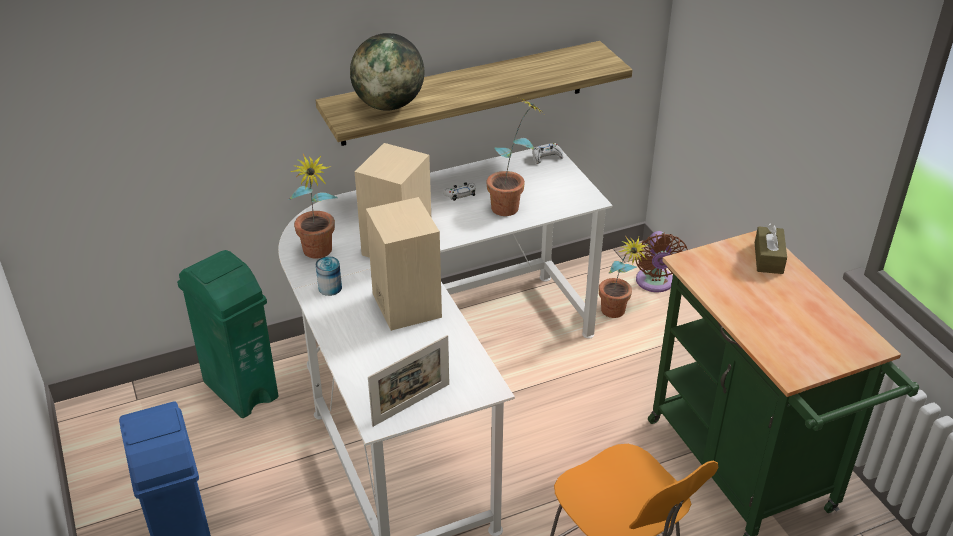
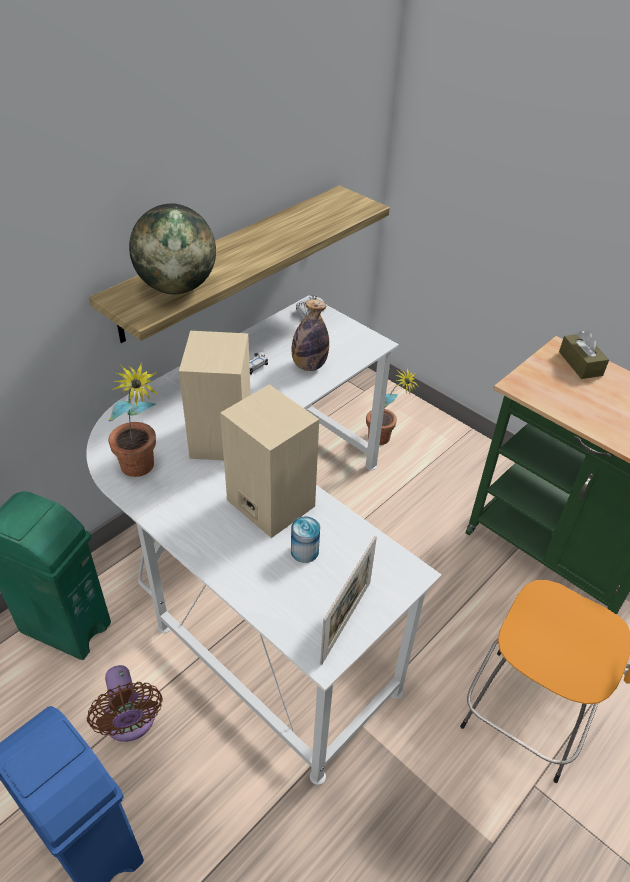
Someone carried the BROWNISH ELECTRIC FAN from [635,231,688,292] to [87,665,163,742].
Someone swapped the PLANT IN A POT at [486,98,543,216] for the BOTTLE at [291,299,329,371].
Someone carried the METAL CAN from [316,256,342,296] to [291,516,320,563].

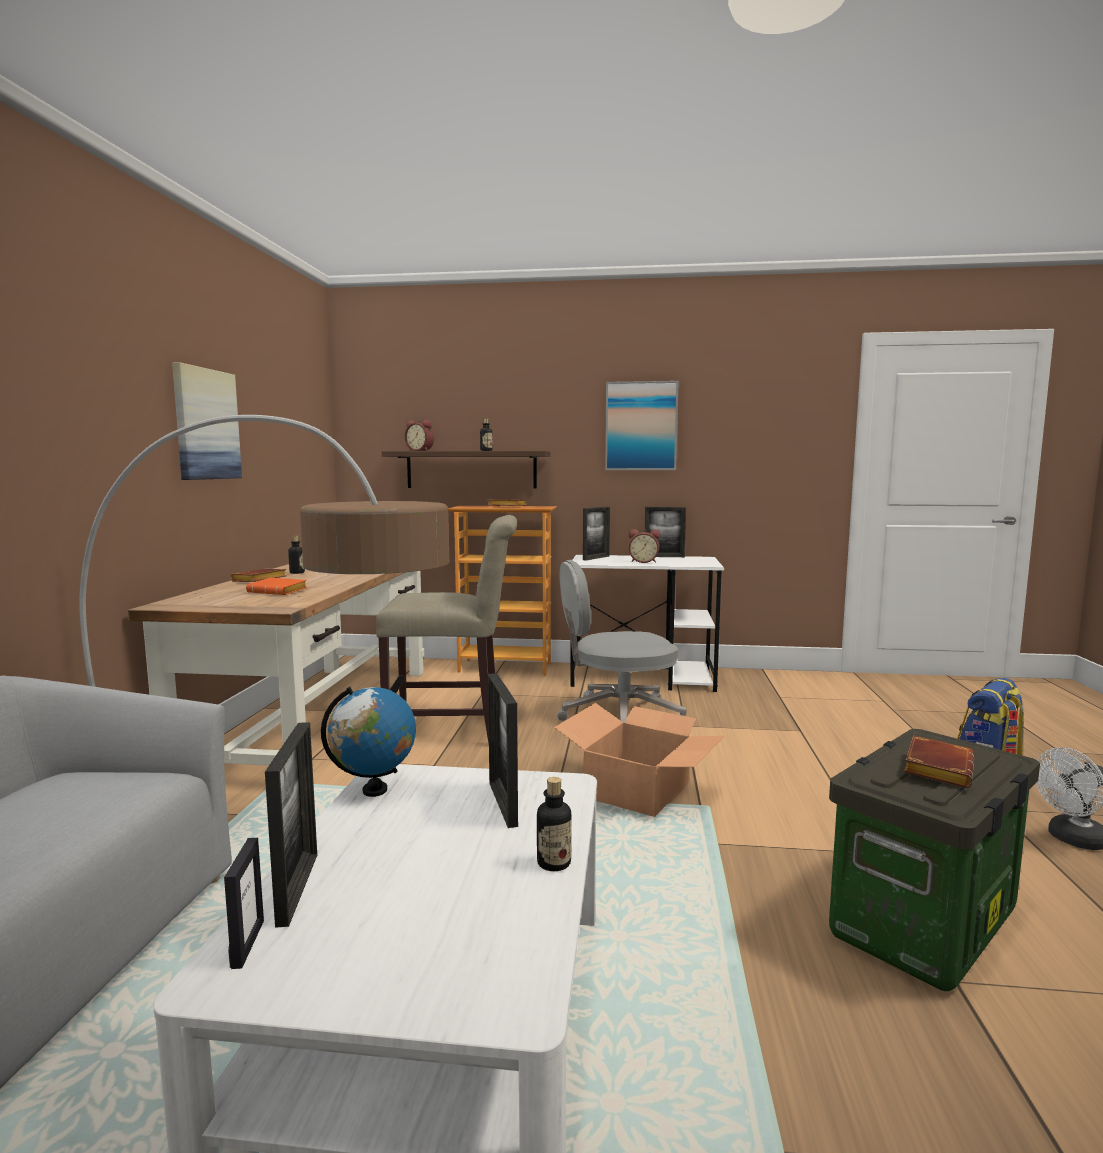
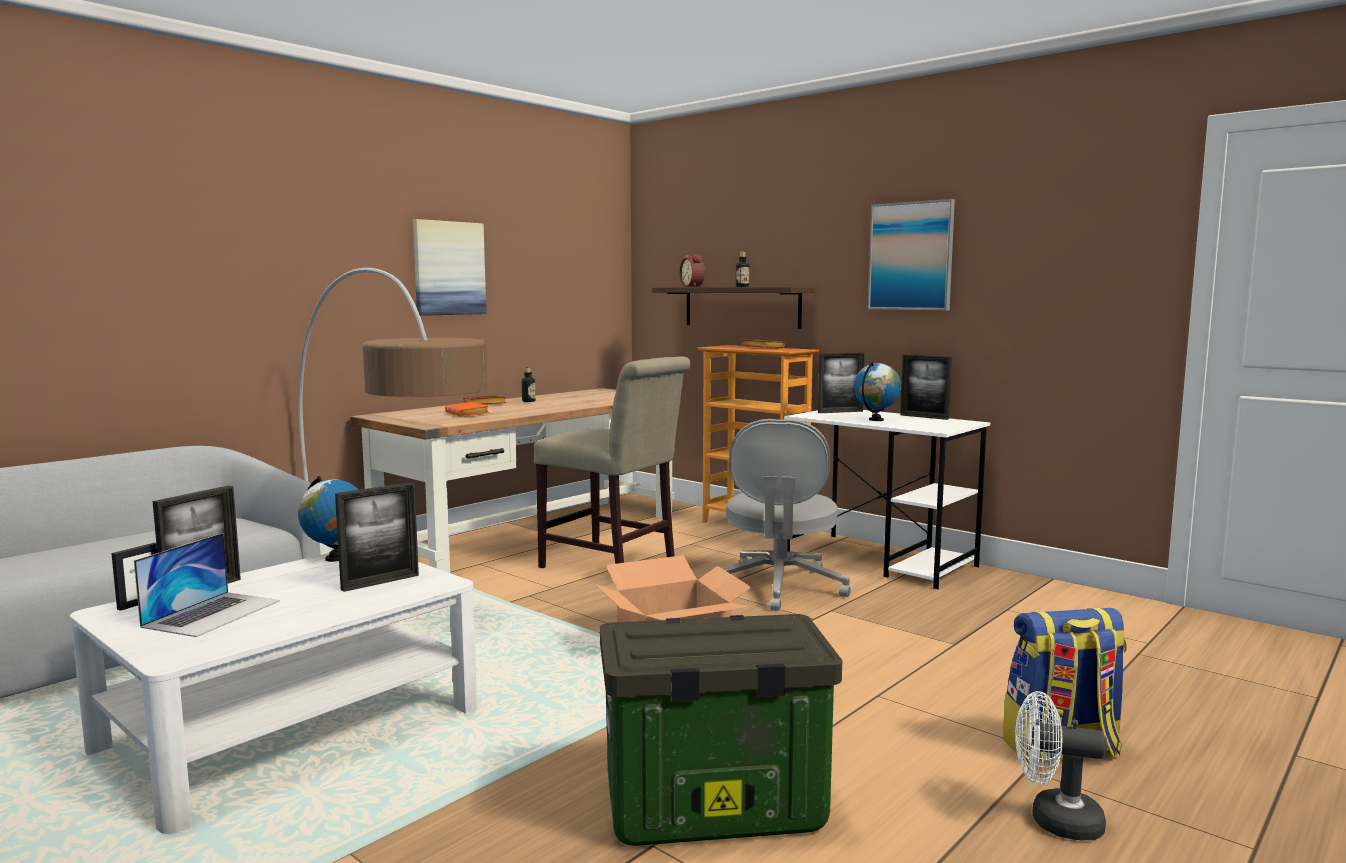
Someone put down the LAPTOP at [134,533,280,637].
Someone rotated the STANDING FRAME at [488,673,518,828] by 150 degrees counterclockwise.
Someone rotated the GREY COMPUTER CHAIR at [557,560,686,723] by 105 degrees counterclockwise.
Someone swapped the ALARM CLOCK at [629,529,660,563] for the GLOBE at [854,362,901,421].
Someone took away the BOTTLE at [537,777,572,871].
Someone took away the BROWNISH VOLUME at [904,735,974,788].

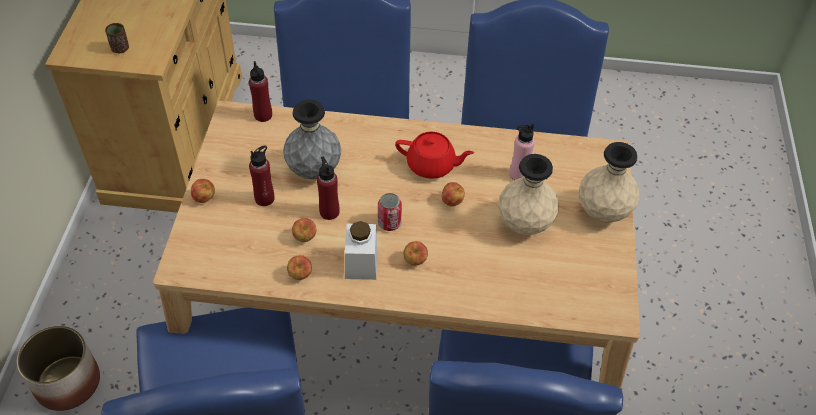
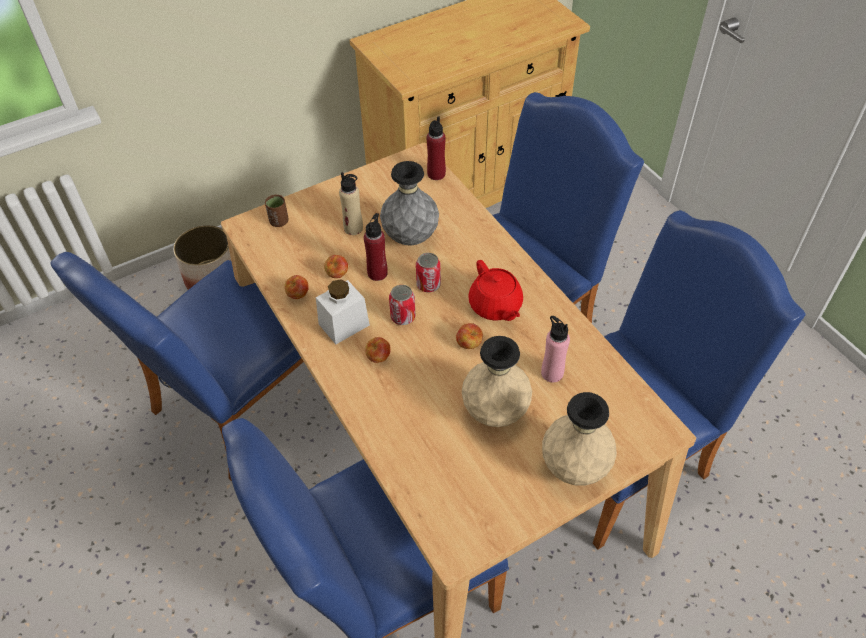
Someone carried the BROWNISH DRINKING CUP from [105,23,129,53] to [265,195,288,227].
Someone repainted the RED BOTTLE at [249,145,274,206], which became the SAND-COLOURED BOTTLE at [339,172,363,235].
Someone put down the METAL CAN at [416,253,441,292].
Someone took away the APPLE at [191,179,215,203].

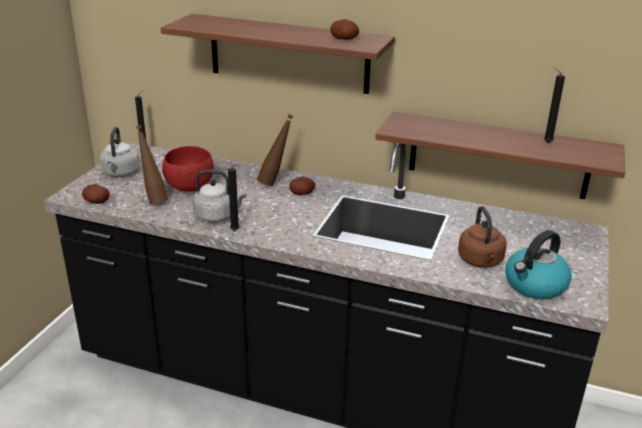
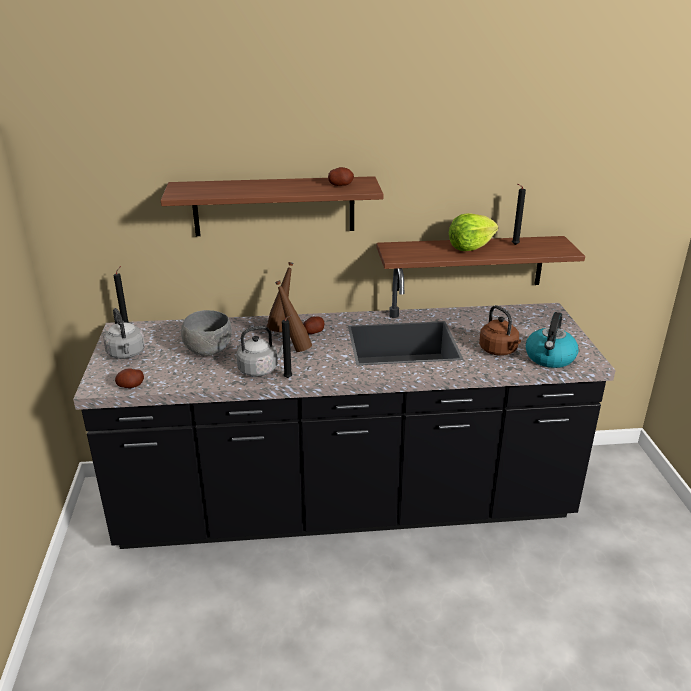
Someone repainted the RED BOWL at [162,146,214,192], which became the GREY BOWL at [181,310,232,356].
Someone carried the BROWNISH BOTTLE from [136,125,168,204] to [275,280,312,352].
Someone put down the HEAD OF LETTUCE at [449,213,498,251].

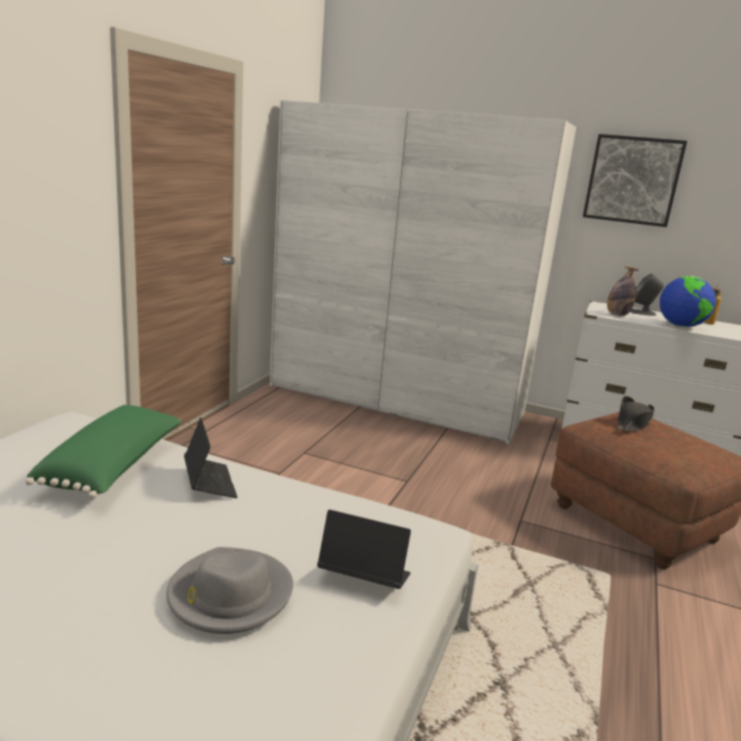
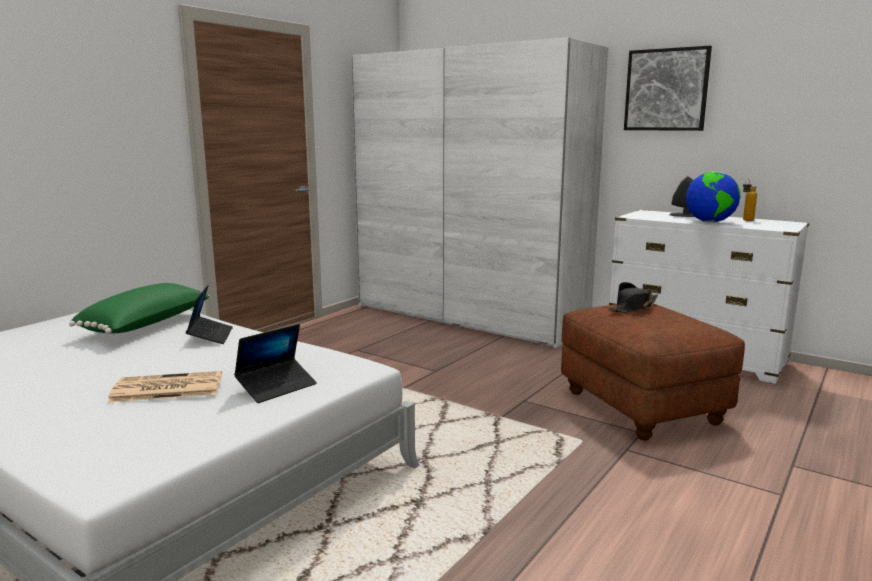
Someone swapped the GREY HAT at [166,547,293,634] for the PRINTED PAPER at [108,371,222,403].
Someone rotated the LAPTOP at [317,510,411,589] by 105 degrees clockwise.
Someone took away the BOTTLE at [607,266,639,316].

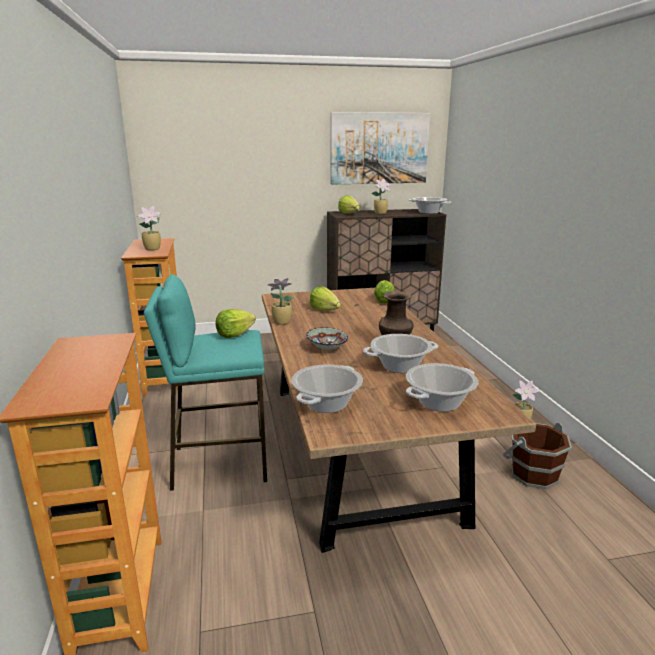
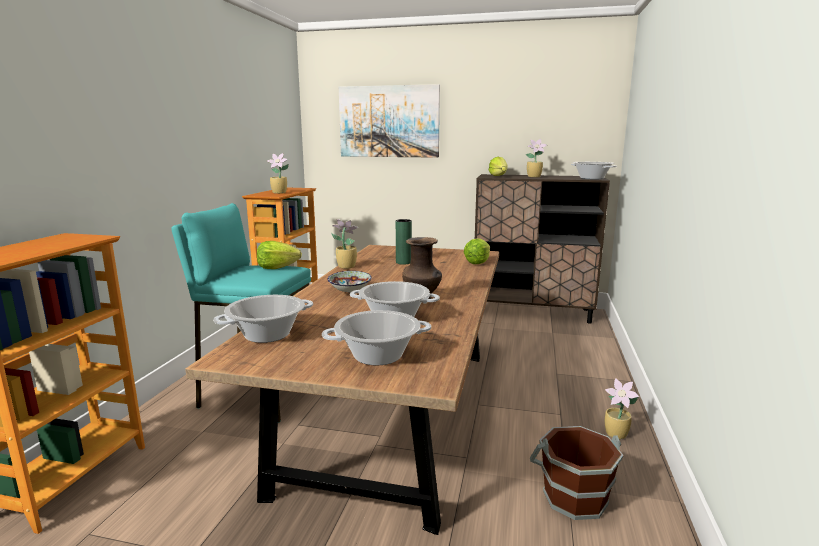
Someone carried the WALL PICTURE from [330,112,430,184] to [339,84,440,158].
Someone swapped the HEAD OF LETTUCE at [310,287,341,311] for the GREEN-COLOURED FLOWER VASE at [396,219,412,265].

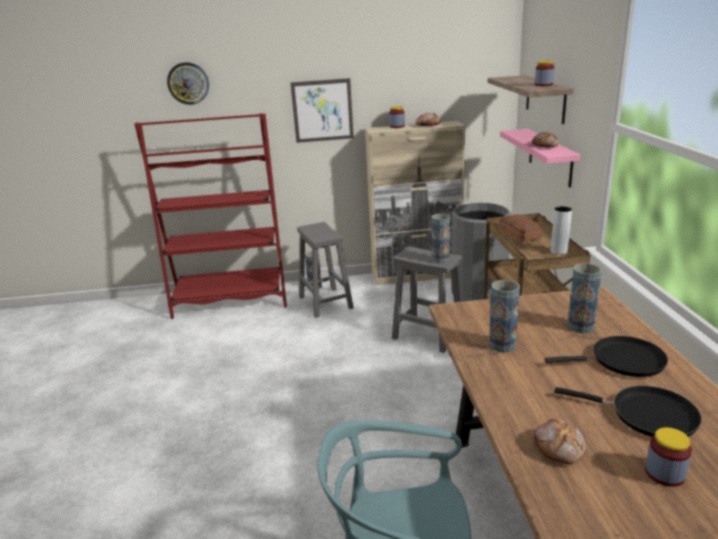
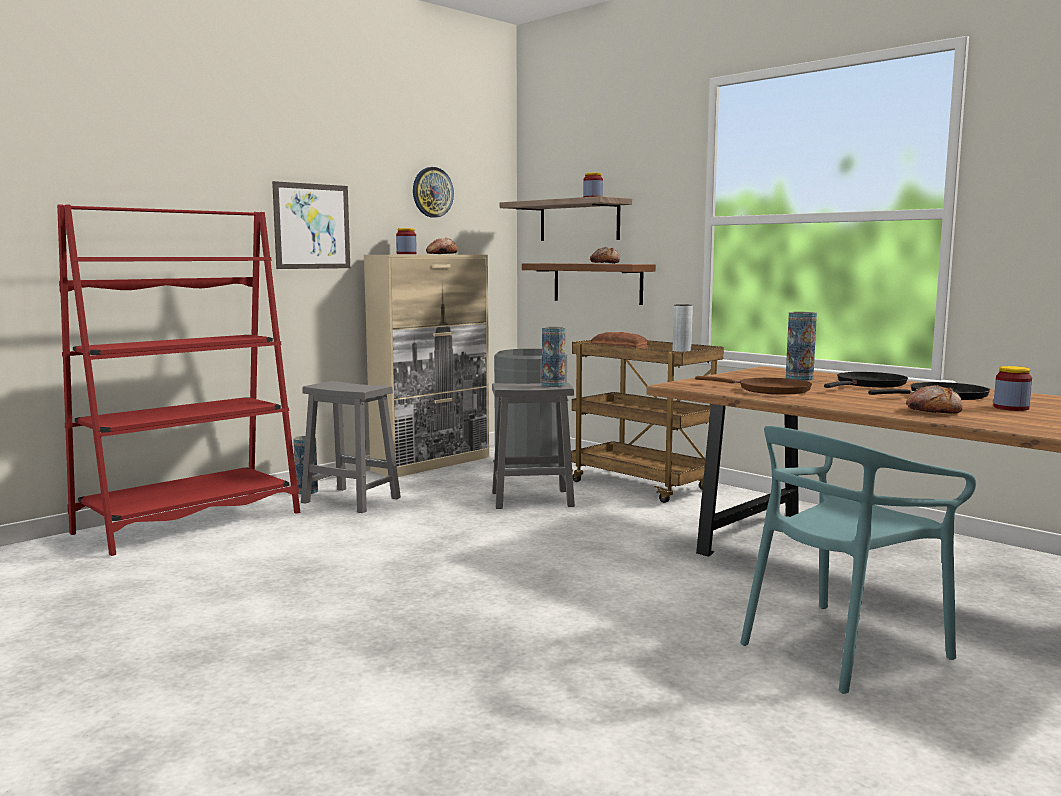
Someone carried the CLOCK ON THE WALL from [167,62,209,105] to [413,167,454,218].
Someone repainted the PINKISH SHELF at [500,129,581,187], which became the BROWNISH SHELF at [522,263,656,305].
Someone swapped the FLOWER VASE at [489,280,520,352] for the BROWNISH FRYING PAN at [695,376,812,394].

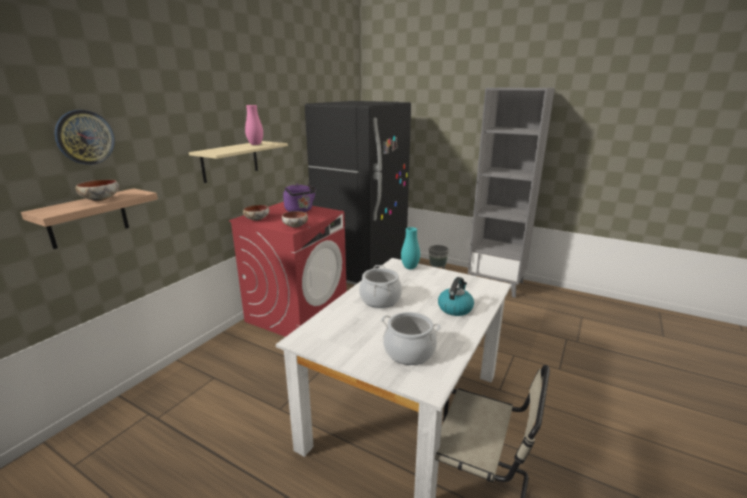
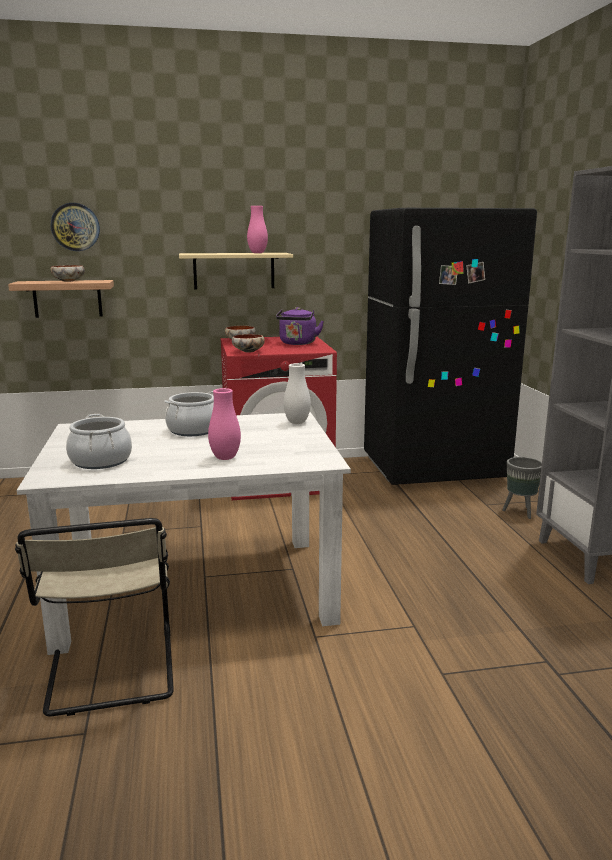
Someone swapped the KETTLE at [438,277,474,316] for the PINKISH FLOWER VASE at [208,388,241,460].
Someone repainted the TURQUOISE-COLOURED FLOWER VASE at [401,227,420,269], which became the WHITE-COLOURED FLOWER VASE at [283,363,311,424].

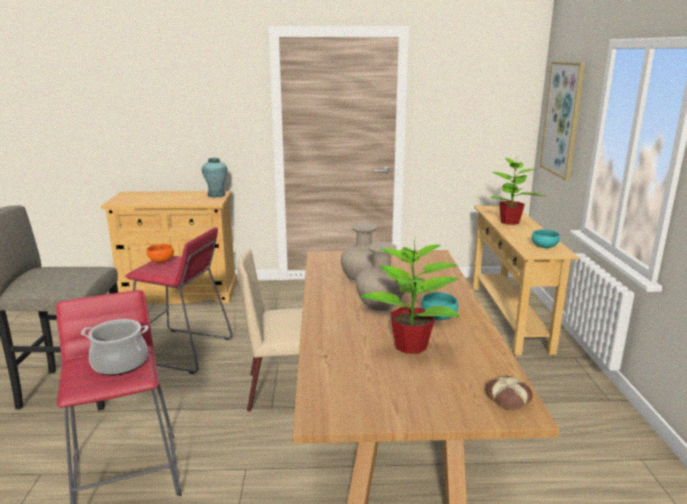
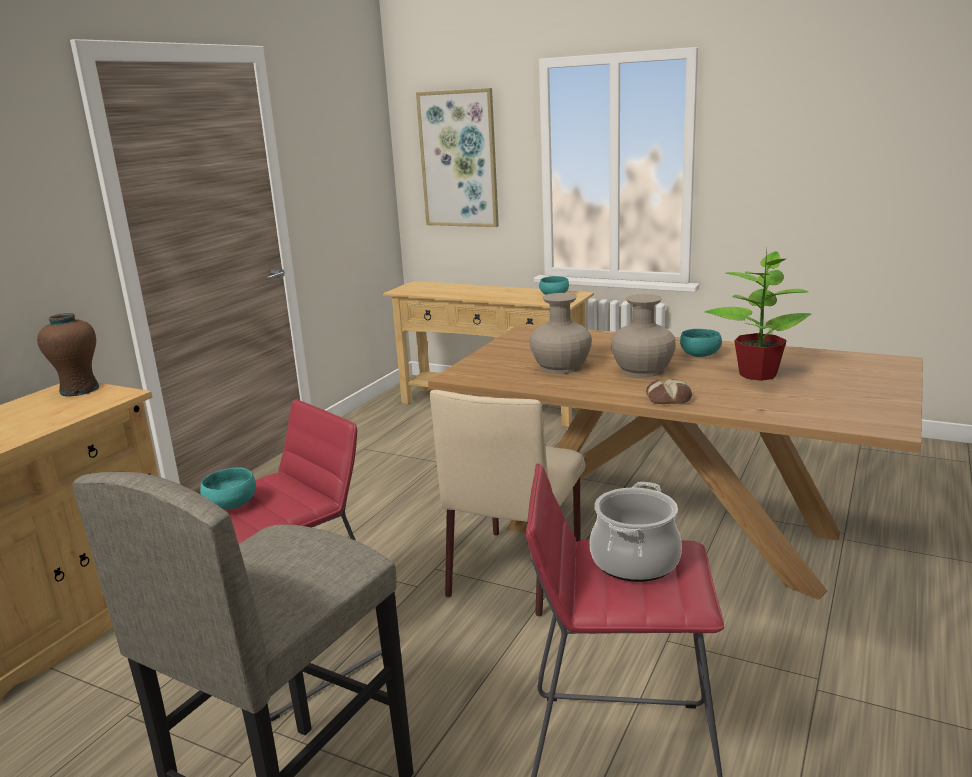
Someone repainted the TURQUOISE-COLOURED FLOWER VASE at [202,158,228,198], which became the BROWNISH FLOWER VASE at [37,313,99,397].
Someone repainted the ORANGEY BOWL at [147,244,174,263], which became the TURQUOISE-COLOURED BOWL at [200,468,256,509].
Someone carried the BREAD from [485,376,533,410] to [646,379,692,404].
Someone took away the PLANT IN A POT at [491,158,546,225].

